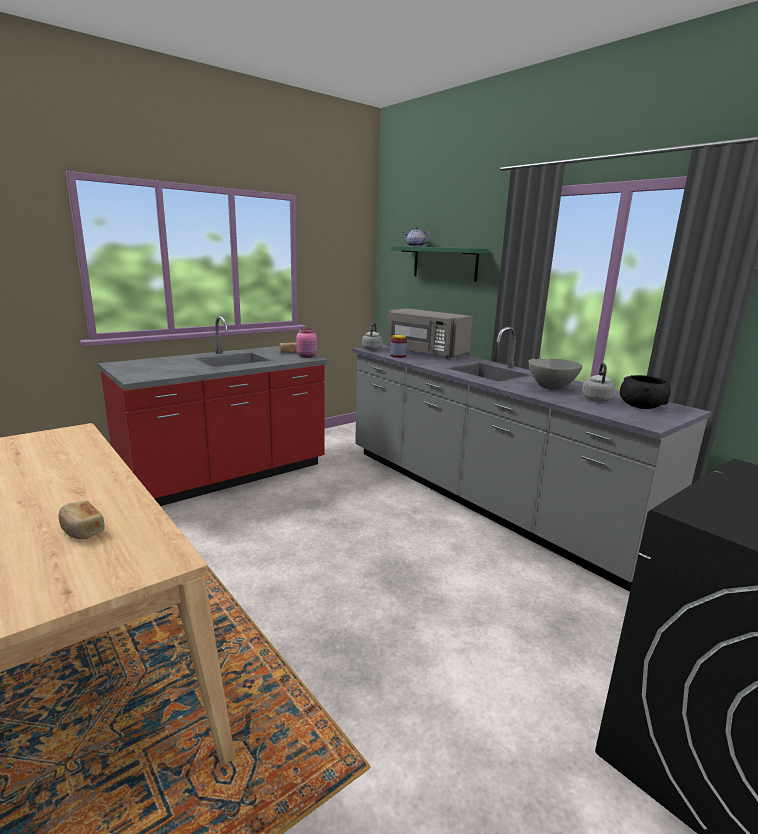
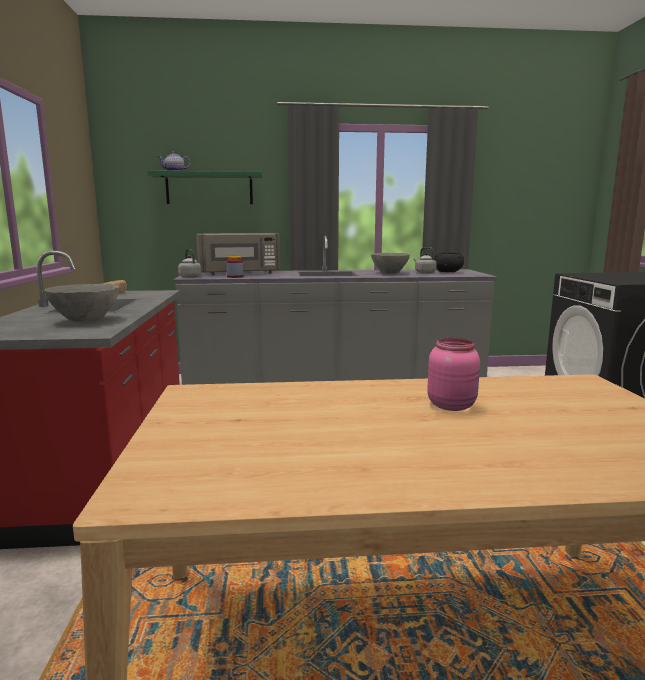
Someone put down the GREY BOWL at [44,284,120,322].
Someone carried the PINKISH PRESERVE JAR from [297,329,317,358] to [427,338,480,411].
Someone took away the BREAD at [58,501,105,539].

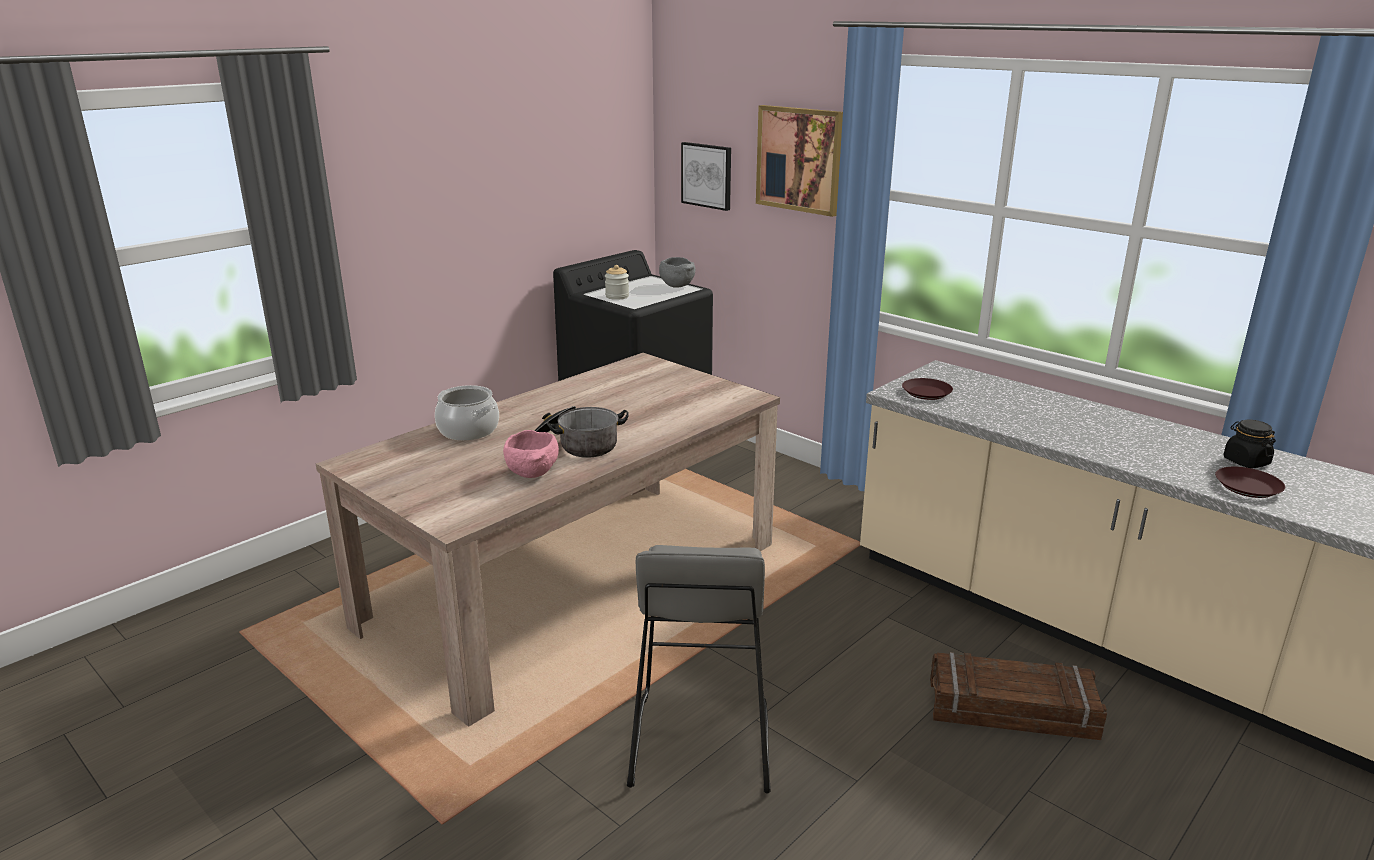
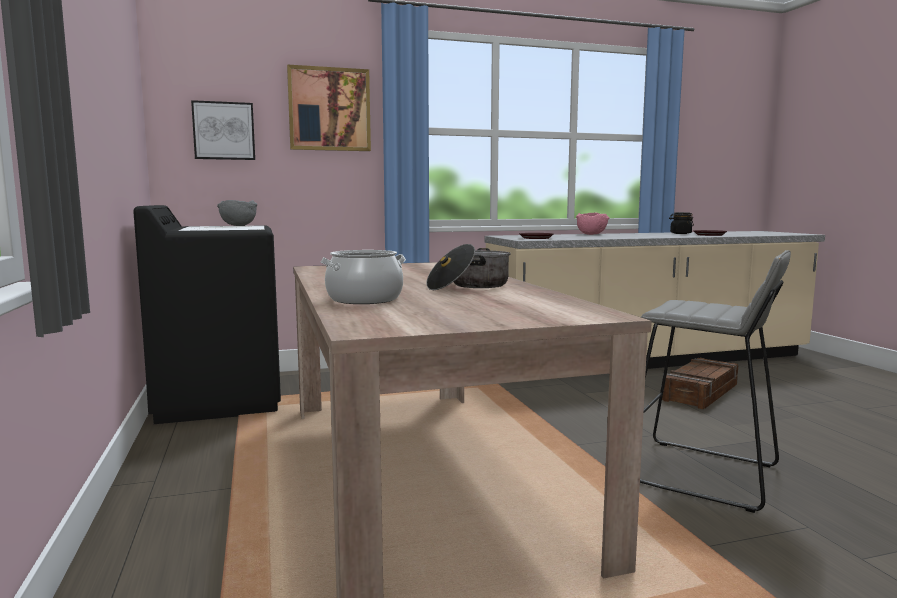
Someone carried the PINKISH BOWL from [503,430,559,478] to [576,213,609,235].
Someone took away the PRESERVE JAR at [605,265,629,300].

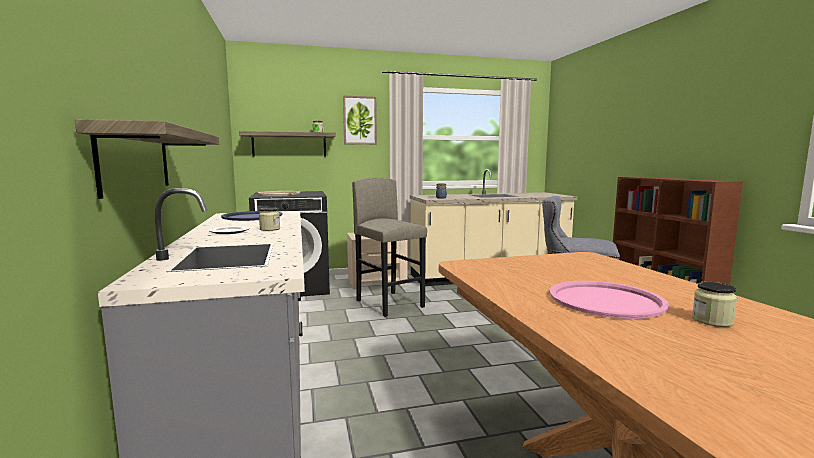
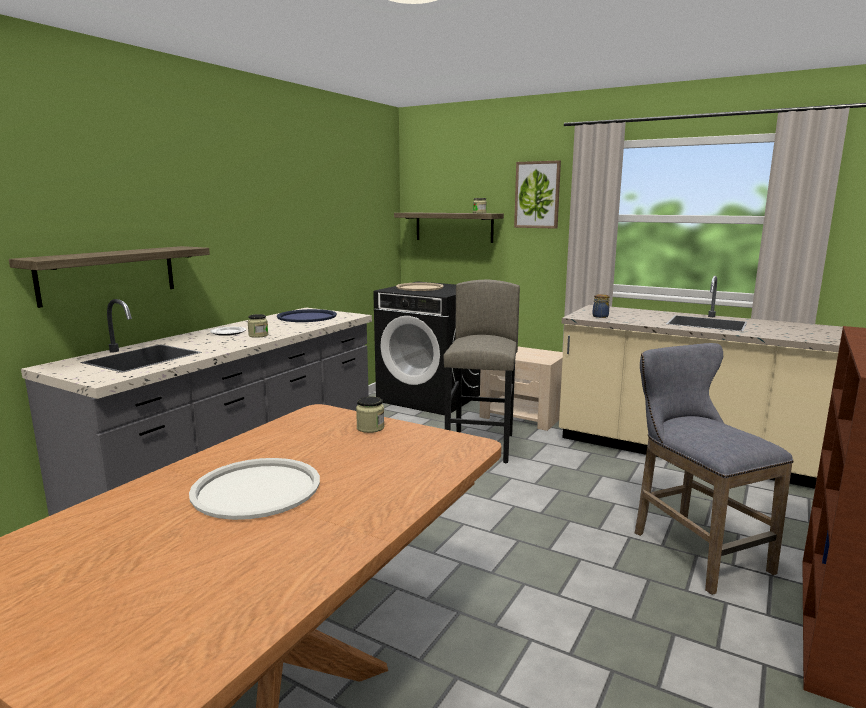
Someone repainted the PINKISH TRAY at [549,281,669,319], which became the WHITE-COLOURED TRAY at [189,458,320,520].
Someone carried the PRESERVE JAR from [692,281,737,327] to [356,396,384,433].

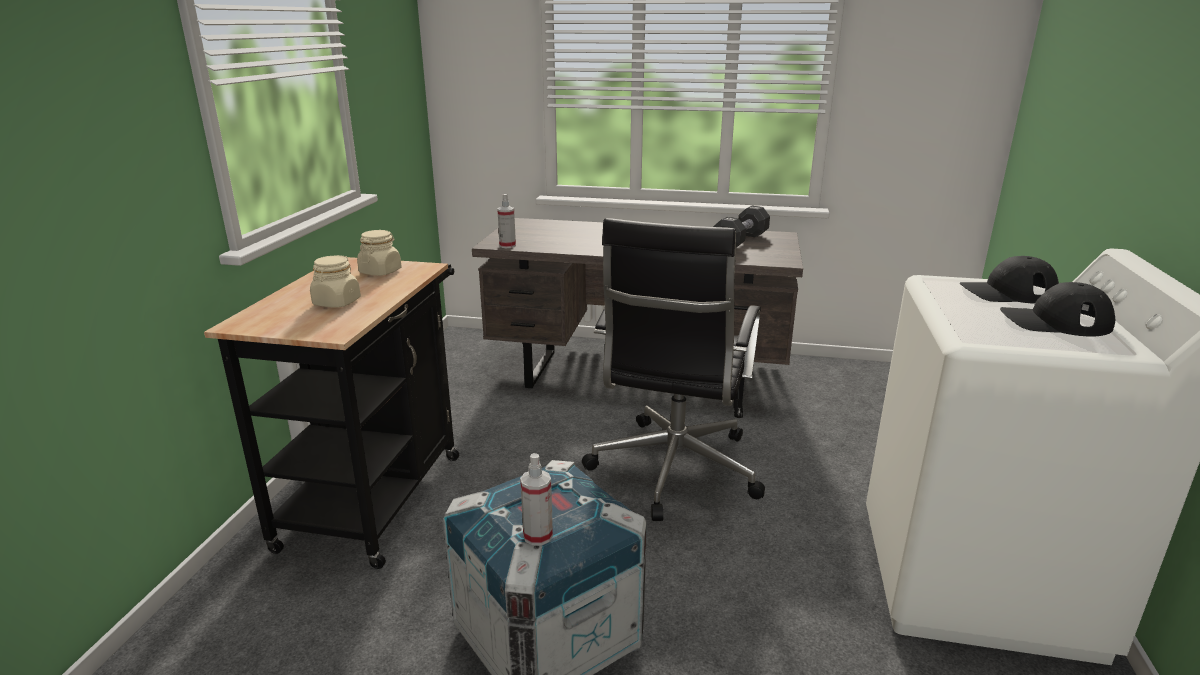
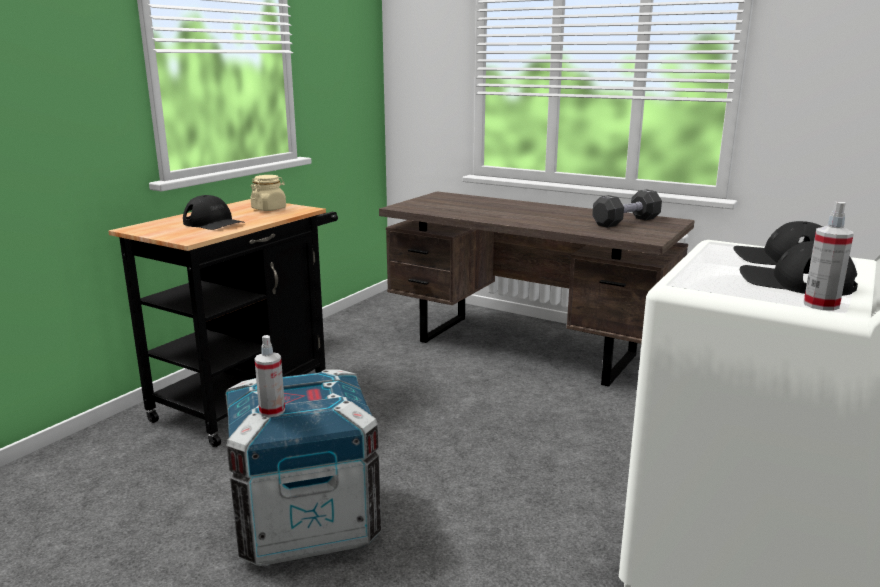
Someone swapped the SAND-COLOURED PRESERVE JAR at [310,255,361,307] for the BLACKISH CAP at [183,195,245,230].
Someone carried the SPRAYER from [497,194,516,248] to [804,202,854,311].
Someone took away the BLACKISH COMPUTER CHAIR at [582,218,765,521].

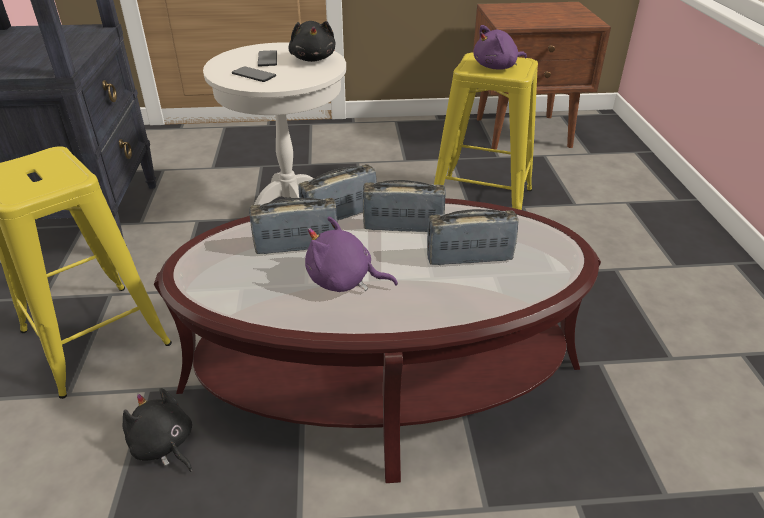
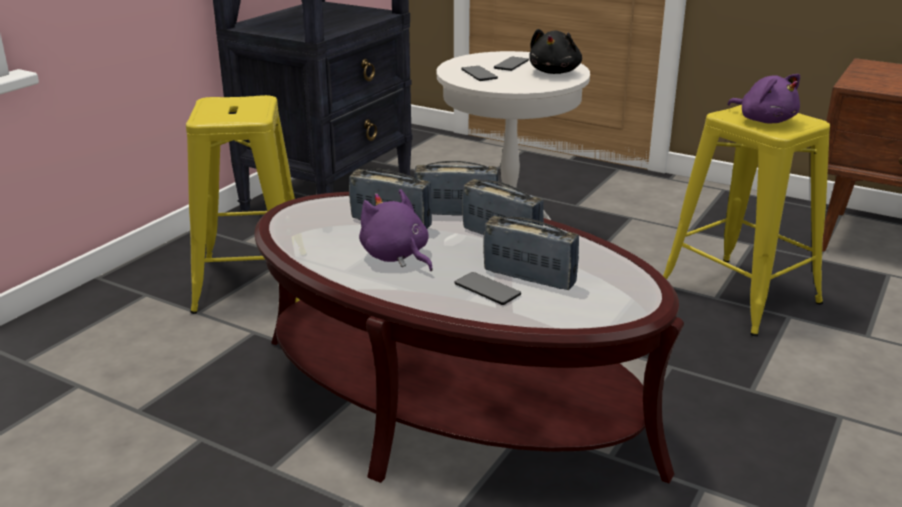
Someone put down the HANDSET at [455,272,521,305].
Someone rotated the PURPLISH PLUSH TOY at [473,25,527,70] by 135 degrees counterclockwise.
Someone took away the BLACKISH PLUSH TOY at [123,388,192,472].

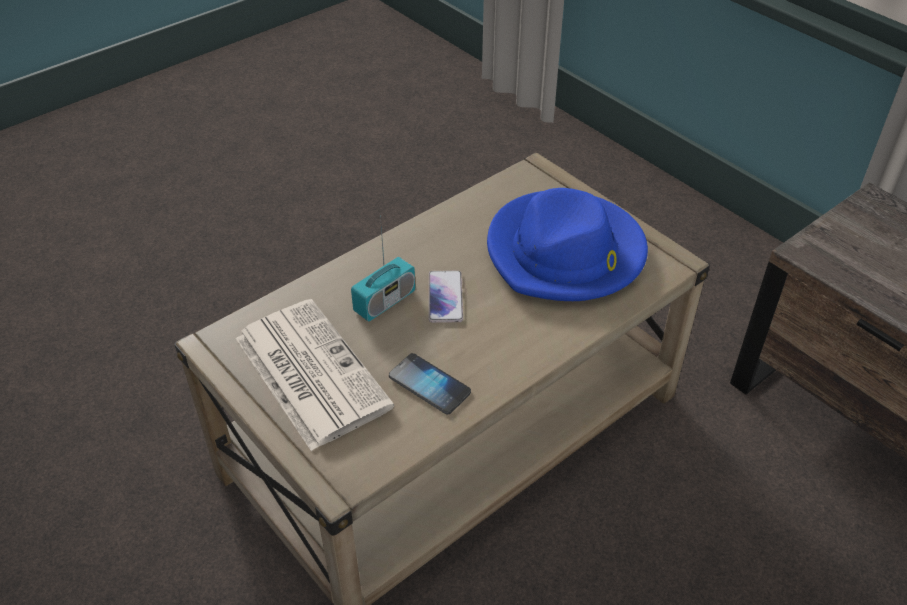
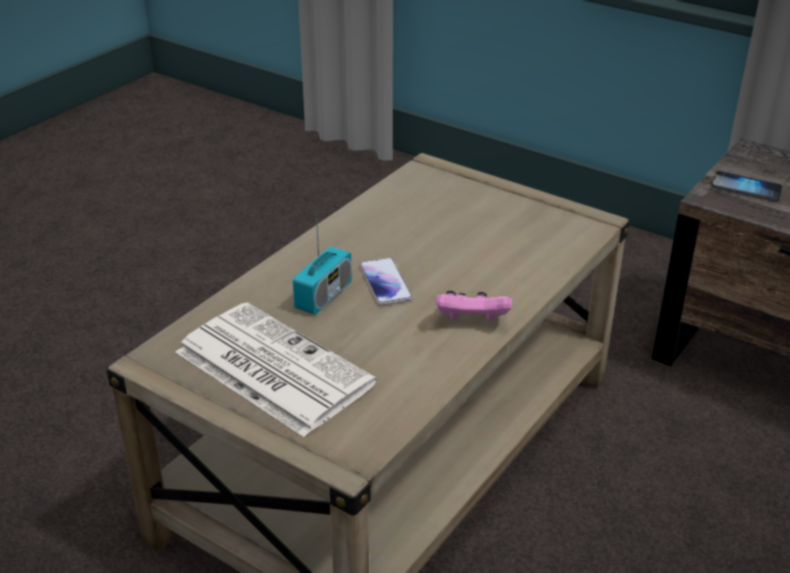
Someone put down the PINKISH JOYPAD at [435,291,513,321].
Someone carried the HANDSET from [389,353,471,414] to [712,171,782,202].
Someone took away the BLUISH HAT at [487,188,648,301].

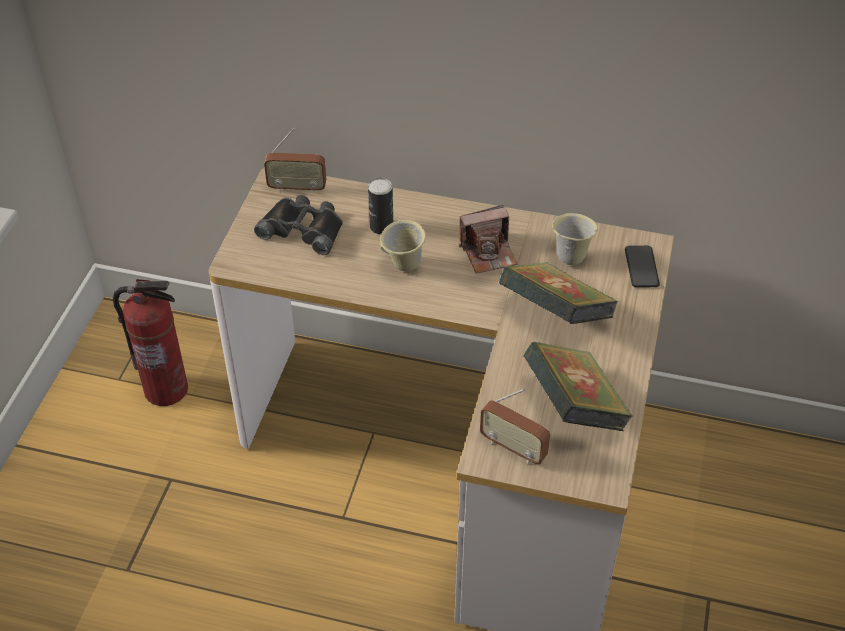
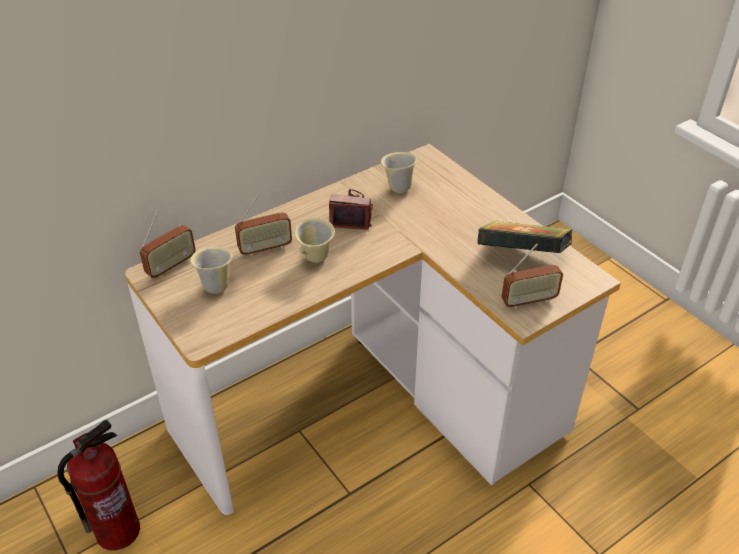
Someone swapped the BLACKISH FIELD GLASSES at [254,195,343,255] for the SAND-COLOURED MUG at [190,247,232,294].
Someone swapped the METAL CAN at [368,178,393,234] for the RADIO SET at [235,193,292,257].
Someone rotated the STILL CAMERA at [459,205,518,274] by 105 degrees counterclockwise.
Someone took away the VOLUME at [499,262,618,324].
Someone took away the HANDSET at [625,246,660,288].

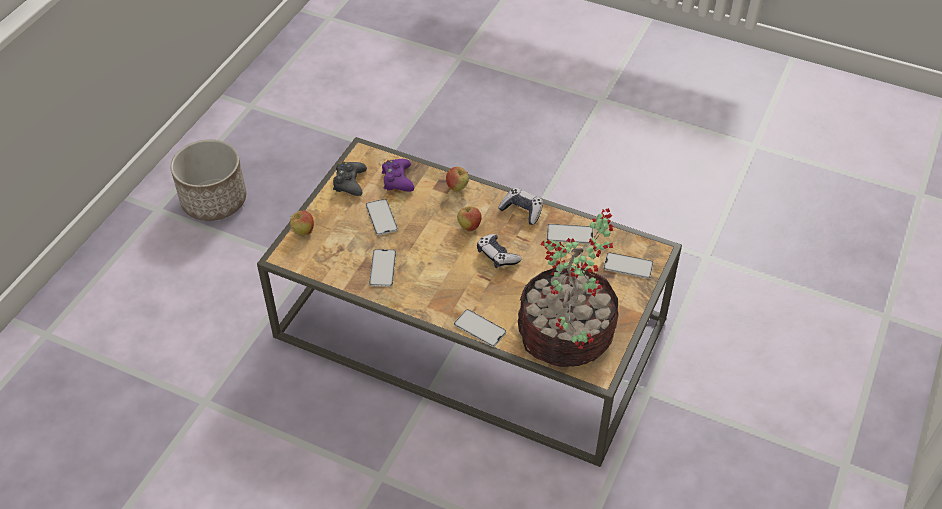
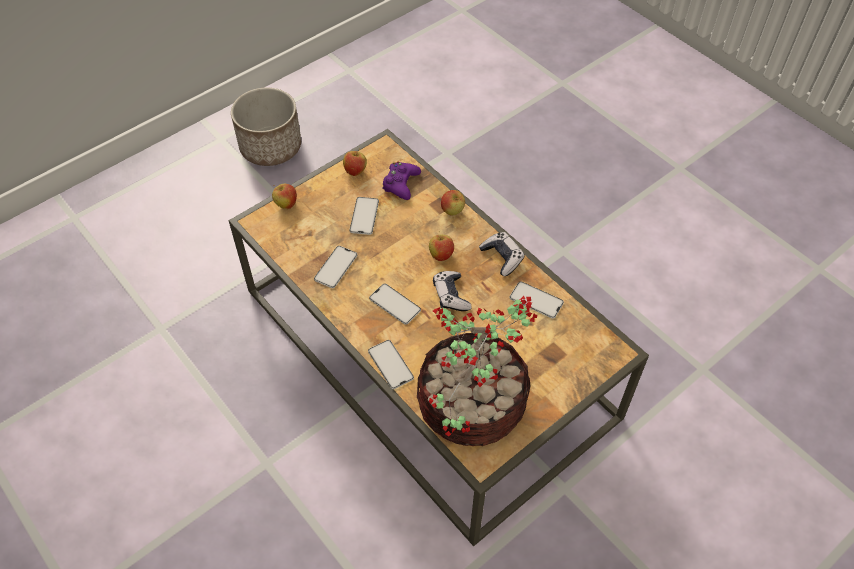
Someone swapped the BLACKISH JOYPAD at [333,162,367,196] for the APPLE at [343,148,367,176].
Someone carried the HANDSET from [603,252,653,279] to [369,284,421,325].

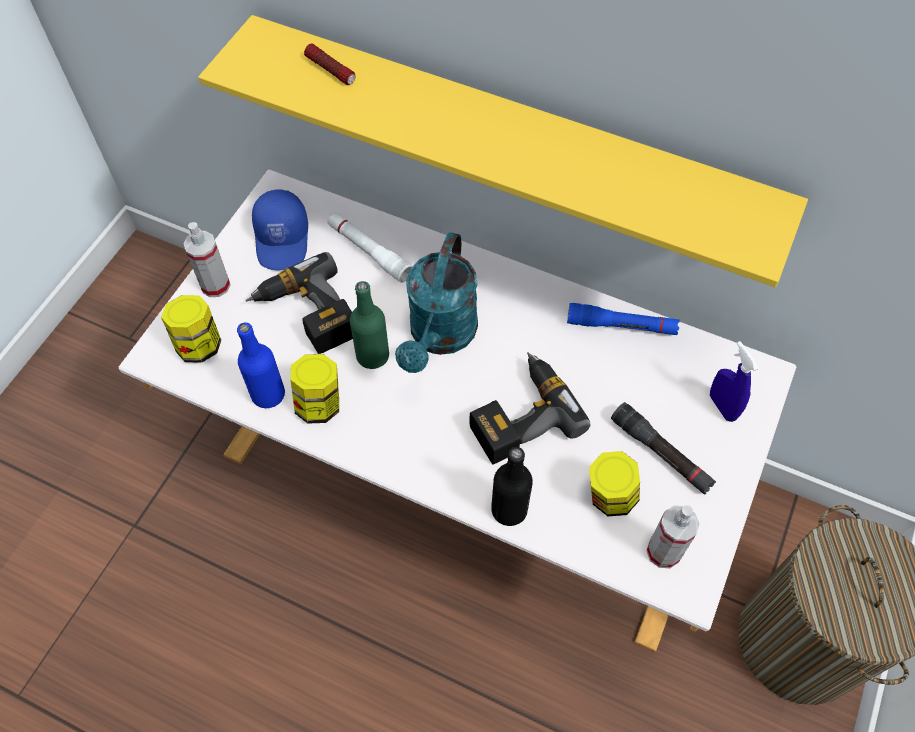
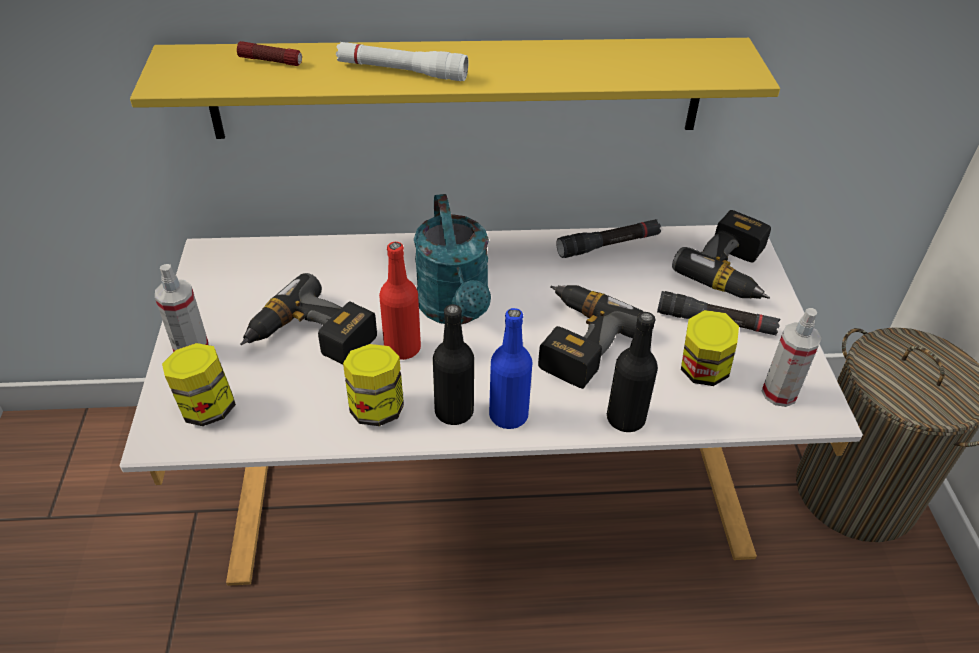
Someone carried the WHITE-COLOURED FLASHLIGHT from [327,212,412,283] to [336,42,468,81].
Someone repainted the GREEN-COLOURED BOTTLE at [350,281,389,369], which became the RED BOTTLE at [379,242,421,360].
Someone put down the BLACKISH BOTTLE at [433,304,474,425].
Someone carried the BLUISH BOTTLE from [237,322,285,408] to [489,308,532,429].
Someone repainted the BLUISH FLASHLIGHT at [567,303,680,335], which became the BLACKISH FLASHLIGHT at [556,219,661,258].
Someone swapped the BLUISH SPRAYER at [710,341,759,422] for the POWER DRILL at [672,210,771,299].
Someone took away the BLUISH CAP at [252,190,308,270].

